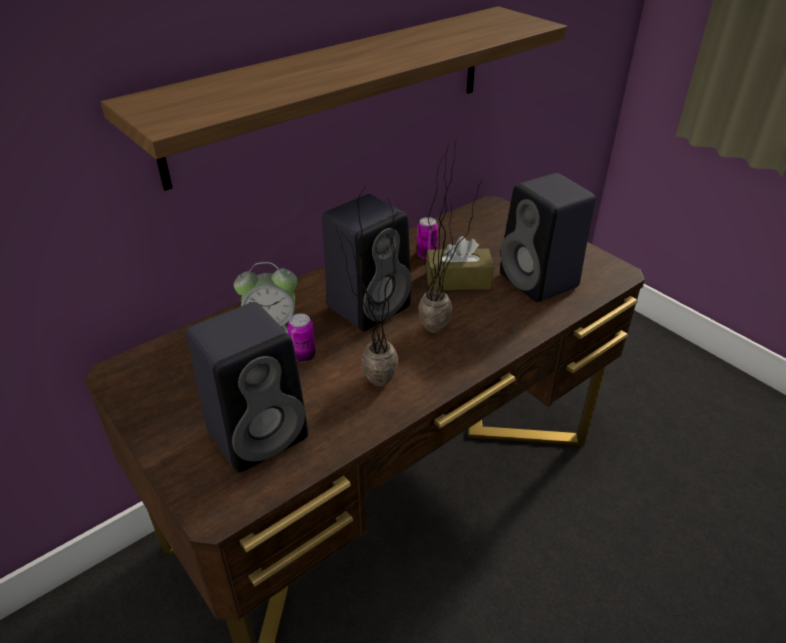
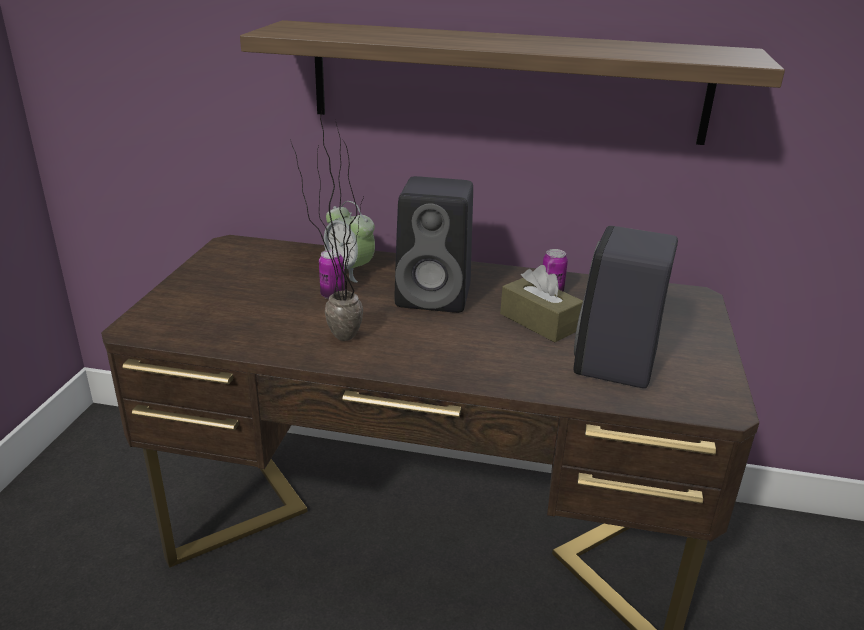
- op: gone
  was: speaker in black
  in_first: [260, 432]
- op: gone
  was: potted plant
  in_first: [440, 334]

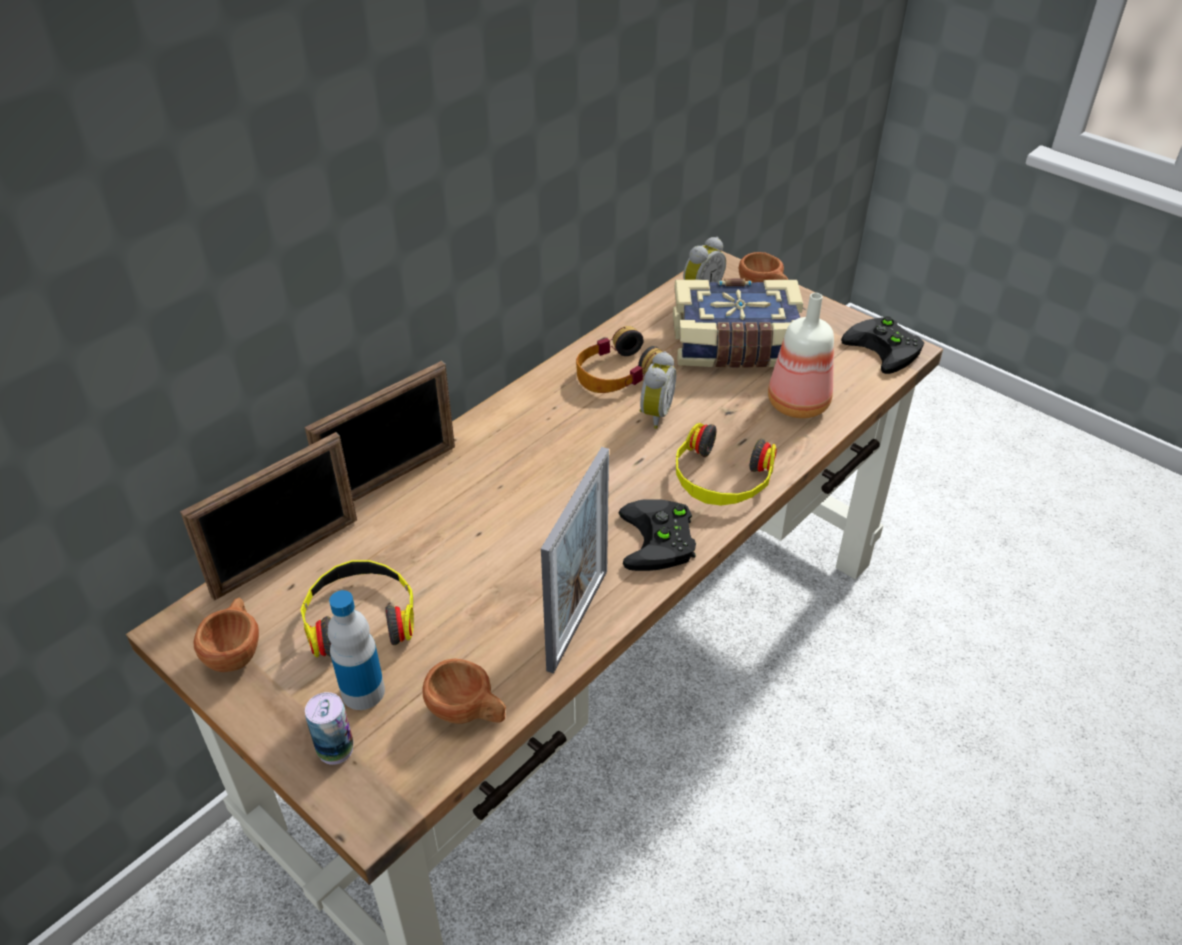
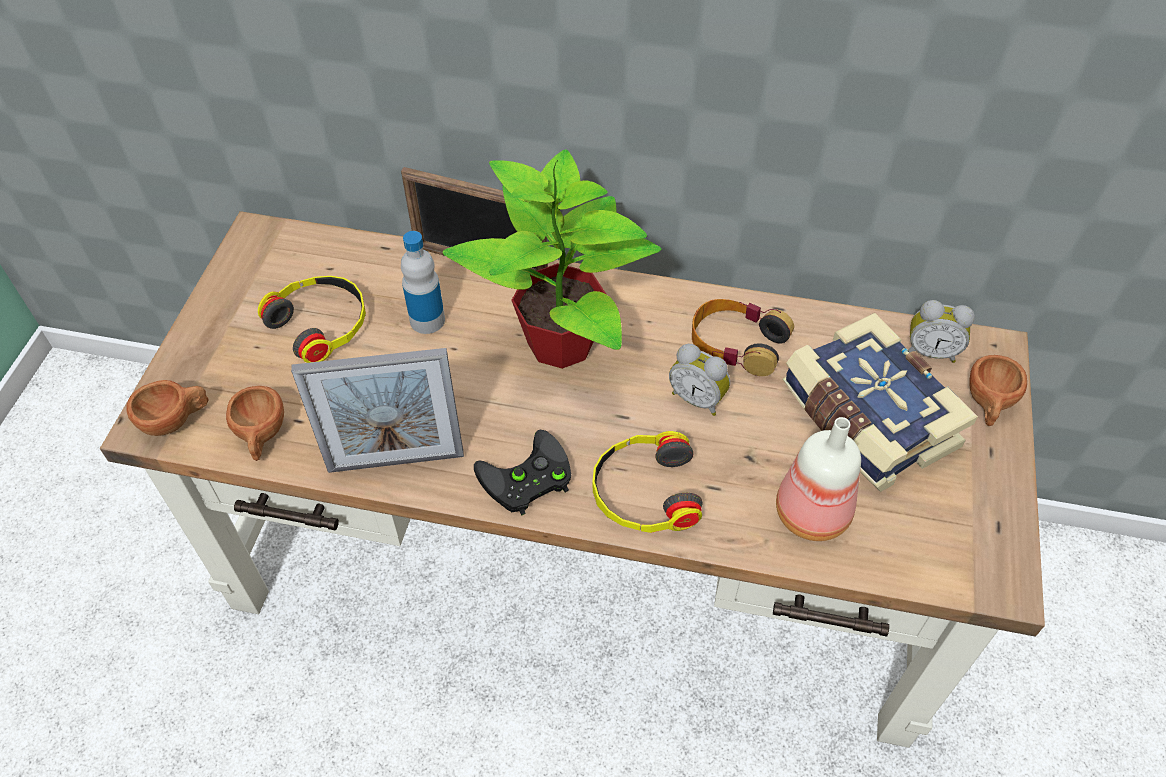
- op: shifted
  was: cup in brown
  in_first: [236, 650]
  in_second: [176, 420]
- op: shifted
  was: bottle
  in_first: [363, 692]
  in_second: [427, 320]
- op: new
  now: potted plant
  in_second: [563, 342]
- op: rotated
  was: alarm clock
  in_first: [653, 414]
  in_second: [698, 398]
  clockwise: 45
- op: gone
  was: picture frame
  in_first: [287, 557]
- op: gone
  was: can
  in_first: [335, 749]
- op: gone
  was: game controller in black
  in_first: [887, 349]

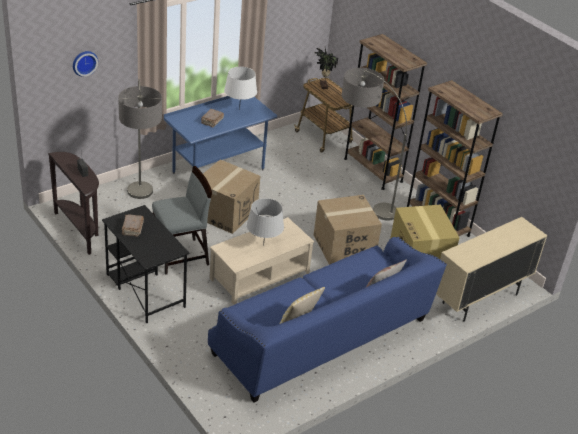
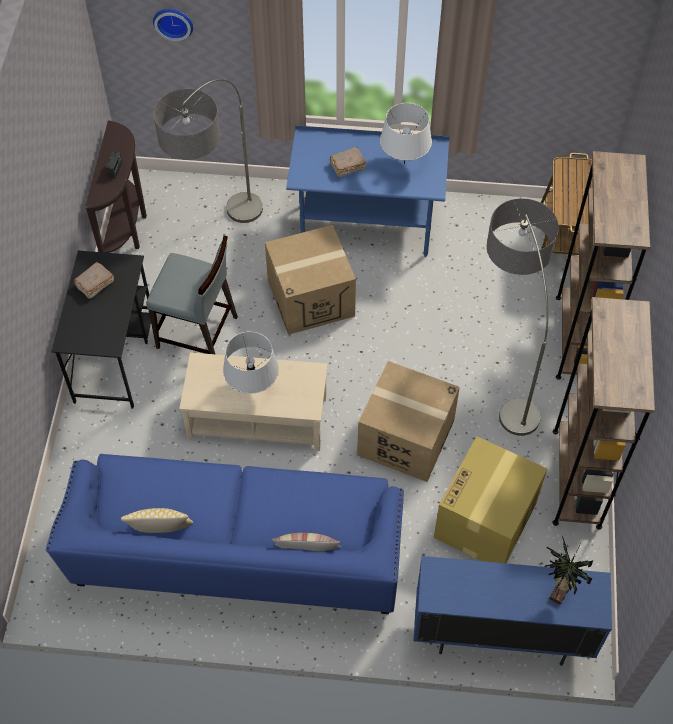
- op: repainted
  was: cabinet in beige
  now: cabinet in blue
  in_first: [480, 299]
  in_second: [500, 635]
- op: shifted
  was: potted plant
  in_first: [323, 86]
  in_second: [558, 591]

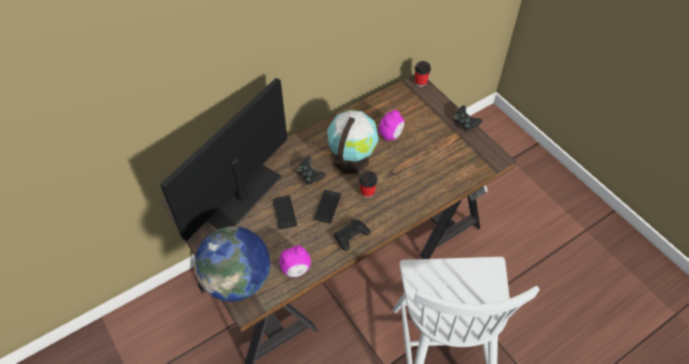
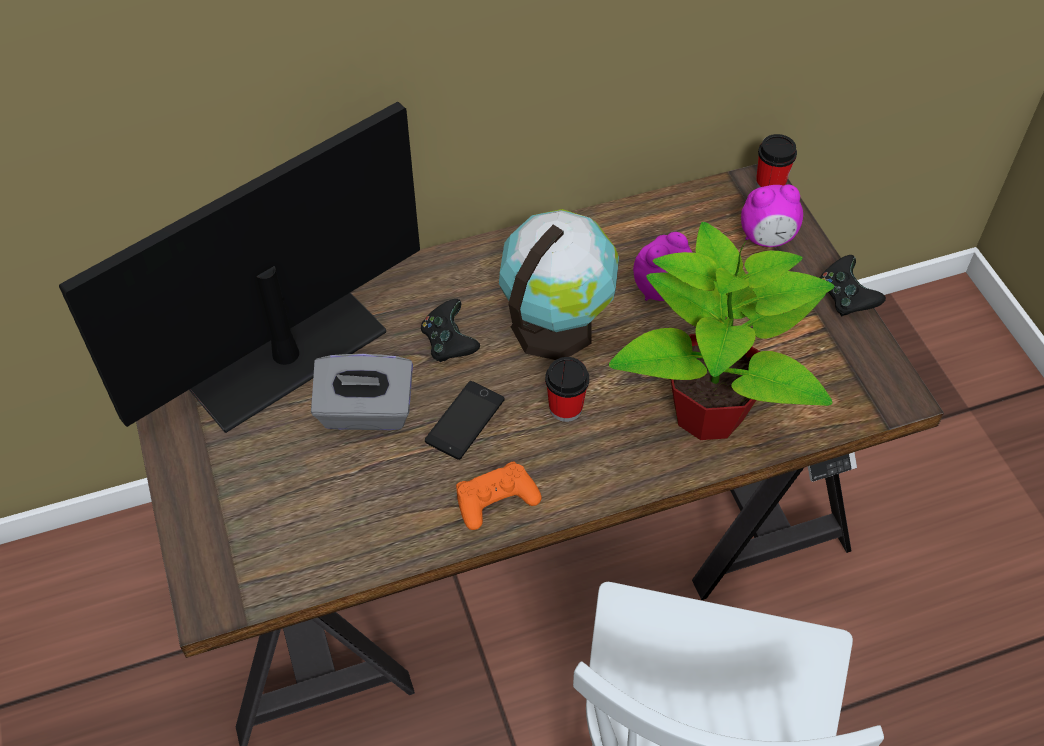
- op: swapped
  was: phone
  now: tissue box in grey
  in_first: [284, 212]
  in_second: [366, 412]
- op: repainted
  was: game controller in black
  now: game controller in orange
  in_first: [351, 236]
  in_second: [496, 499]
- op: new
  now: potted plant
  in_second: [710, 411]
- op: shifted
  was: alarm clock
  in_first: [296, 270]
  in_second: [767, 238]
- op: gone
  was: globe
  in_first: [238, 280]

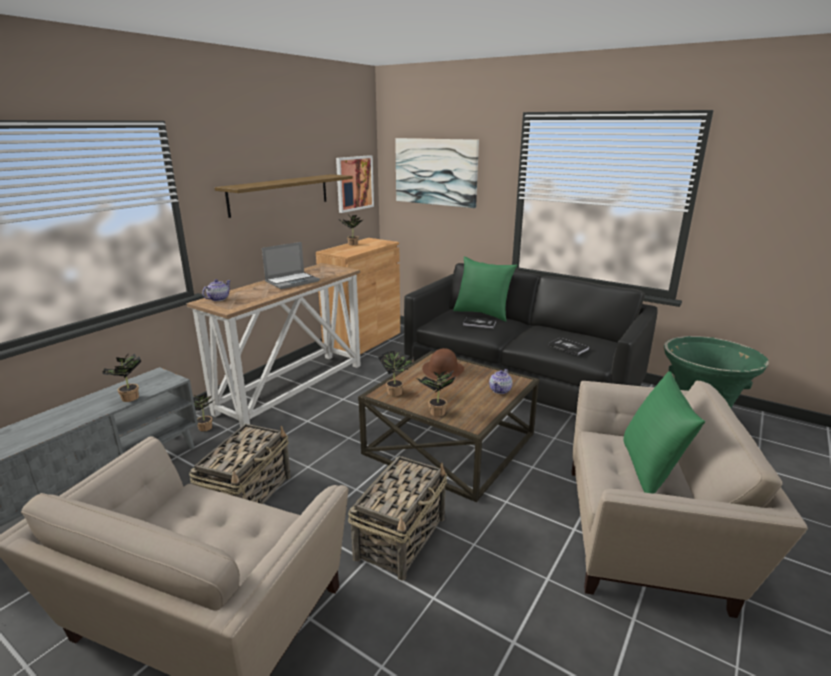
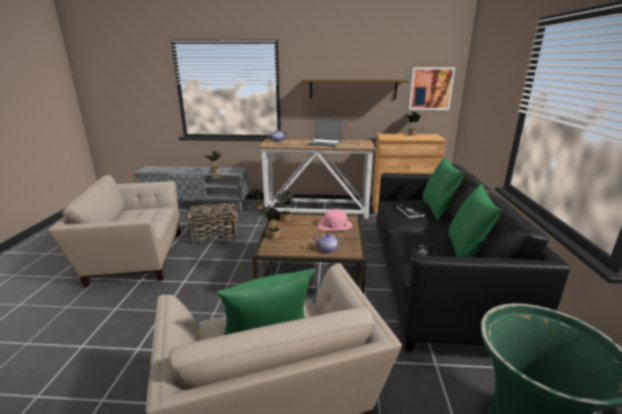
- op: repainted
  was: hat in brown
  now: hat in pink
  in_first: [443, 370]
  in_second: [334, 225]
- op: new
  now: pillow in green
  in_second: [466, 251]
- op: gone
  was: basket
  in_first: [401, 537]
- op: gone
  was: picture
  in_first: [435, 172]

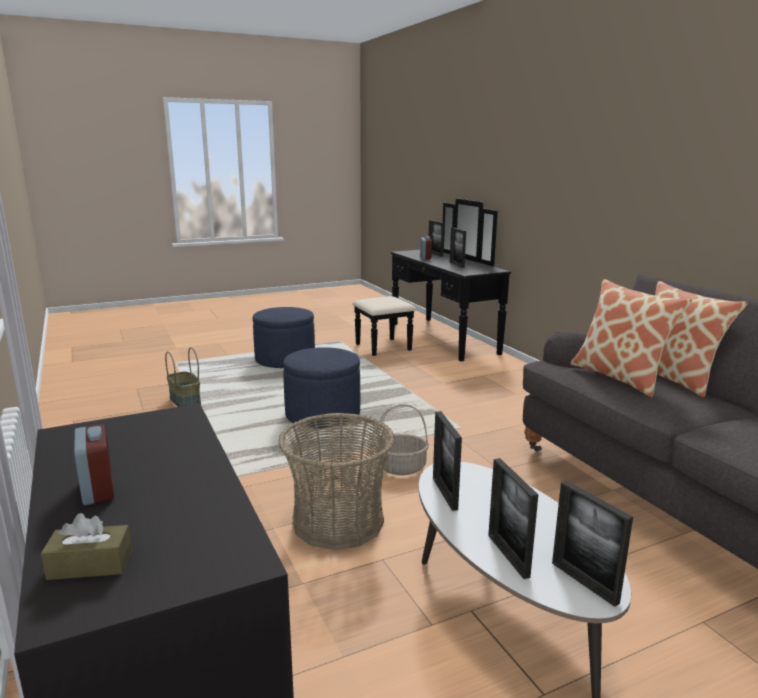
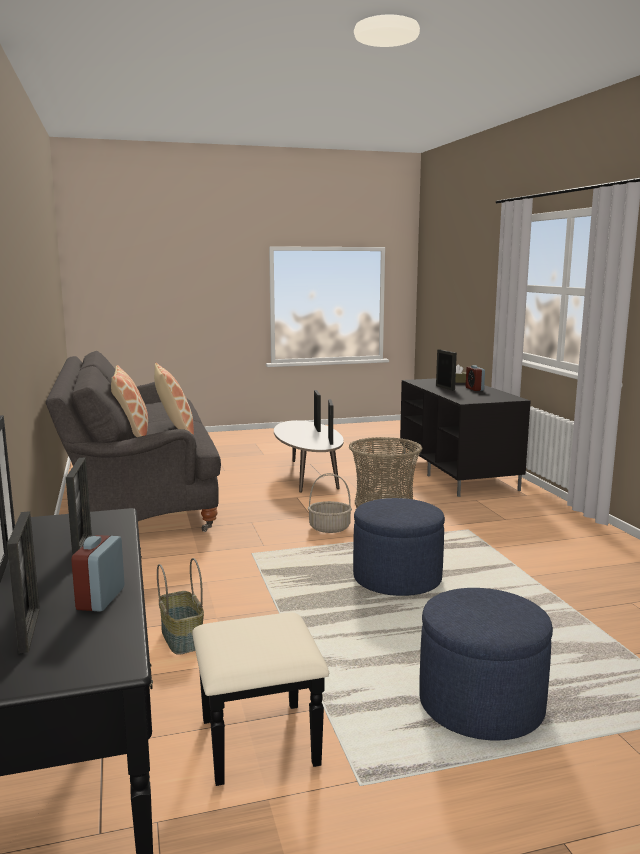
- op: shifted
  was: basket
  in_first: [184, 401]
  in_second: [183, 638]
- op: shifted
  was: picture frame
  in_first: [584, 582]
  in_second: [445, 388]

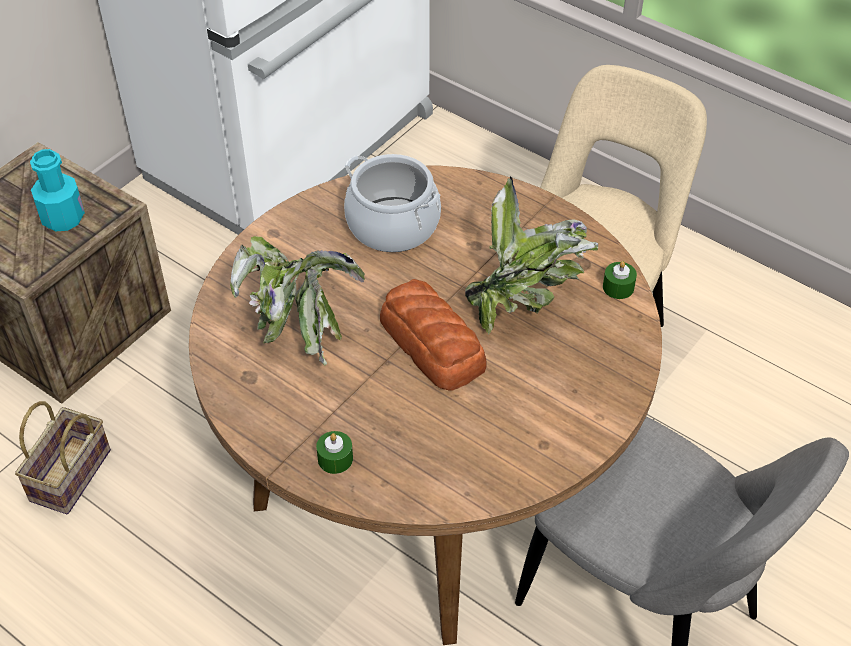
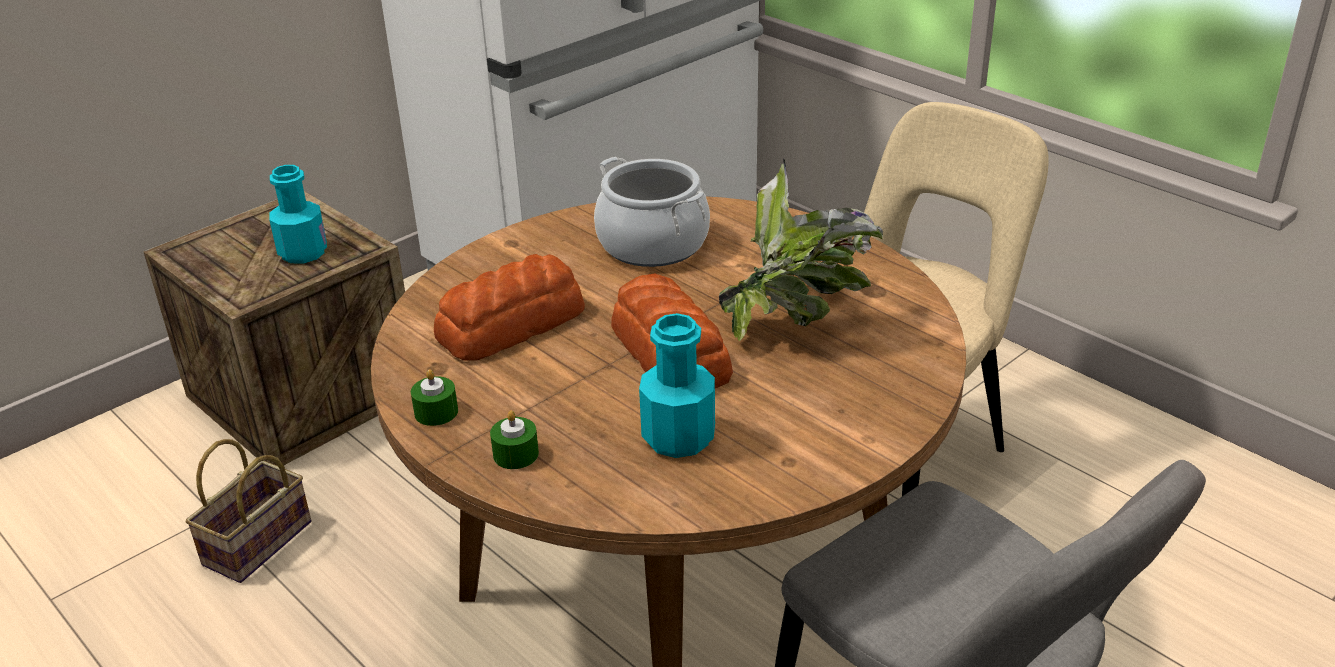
- op: shifted
  was: candle in green
  in_first: [618, 287]
  in_second: [436, 412]
- op: swapped
  was: potted plant
  now: bread
  in_first: [298, 325]
  in_second: [513, 324]
- op: new
  now: bottle in turquoise
  in_second: [678, 437]

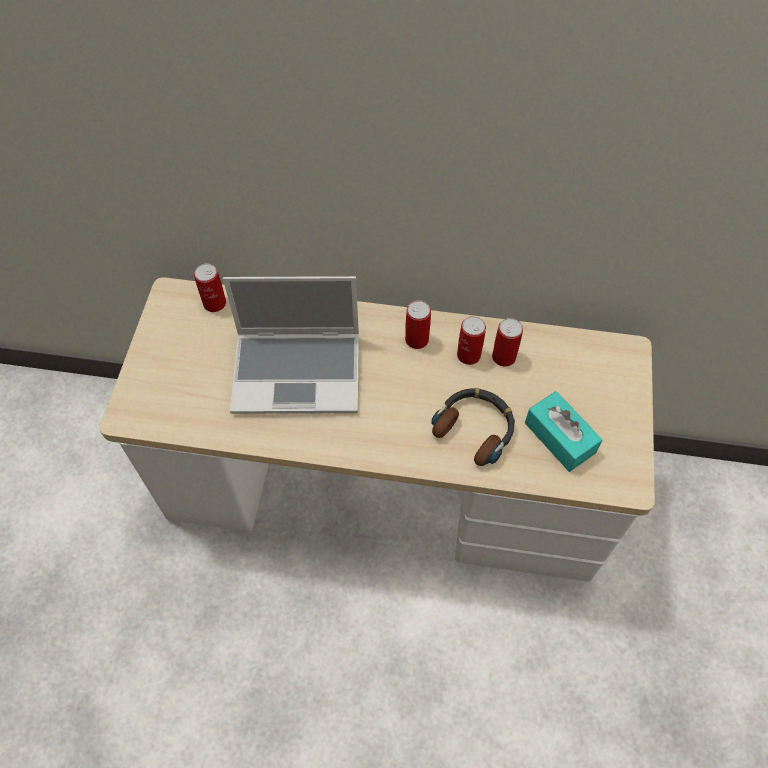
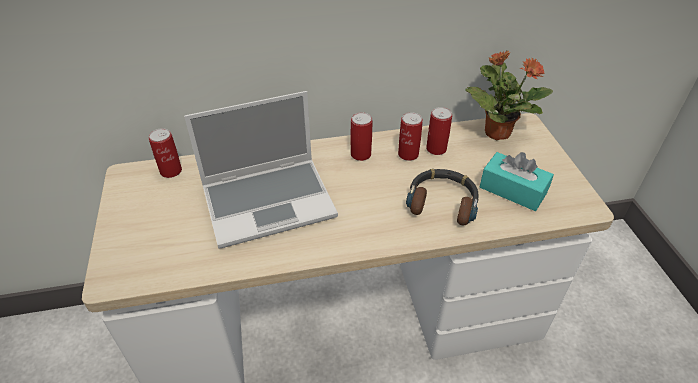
- op: new
  now: potted plant
  in_second: [496, 132]

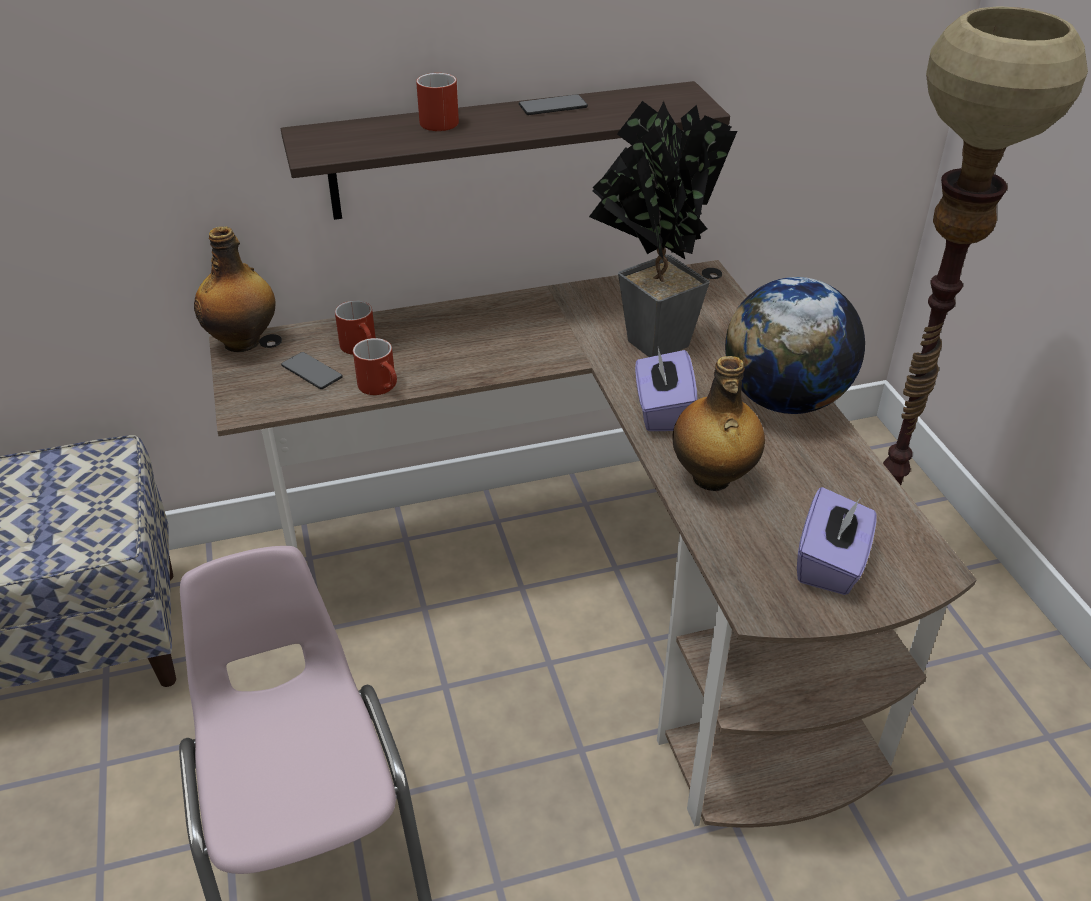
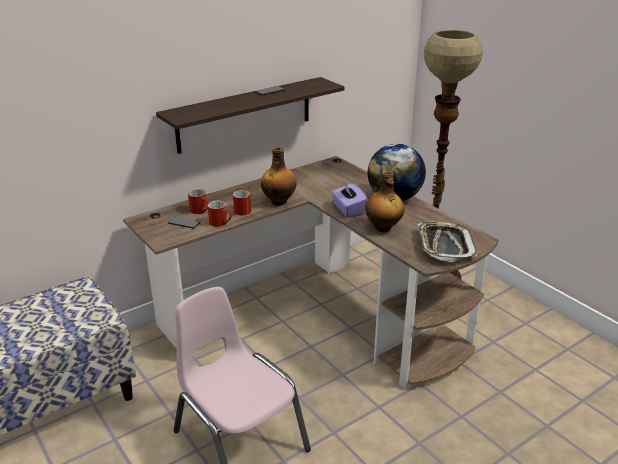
- op: shifted
  was: mug in red
  in_first: [440, 120]
  in_second: [241, 209]
- op: shifted
  was: bottle
  in_first: [243, 341]
  in_second: [279, 201]
- op: swapped
  was: tissue box in purple
  now: tray
  in_first: [831, 564]
  in_second: [445, 245]
- op: gone
  was: potted plant
  in_first: [647, 343]

